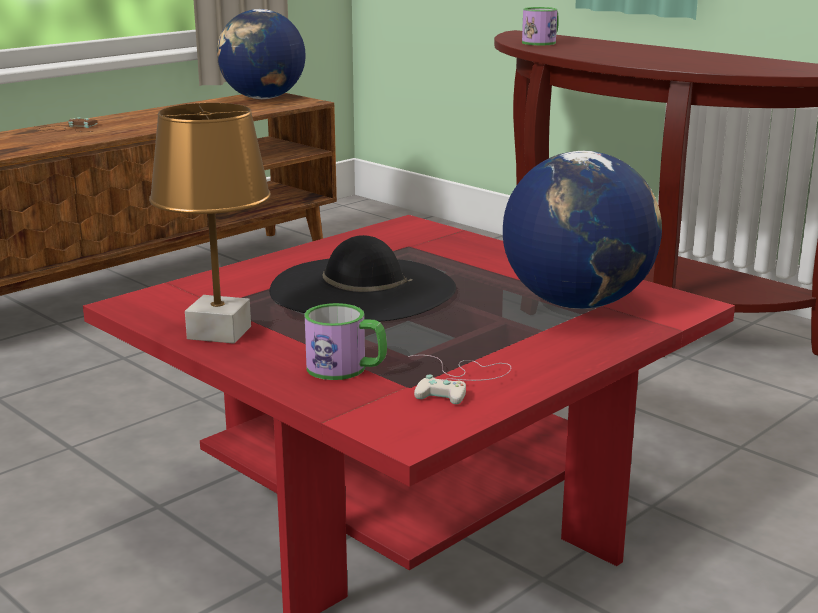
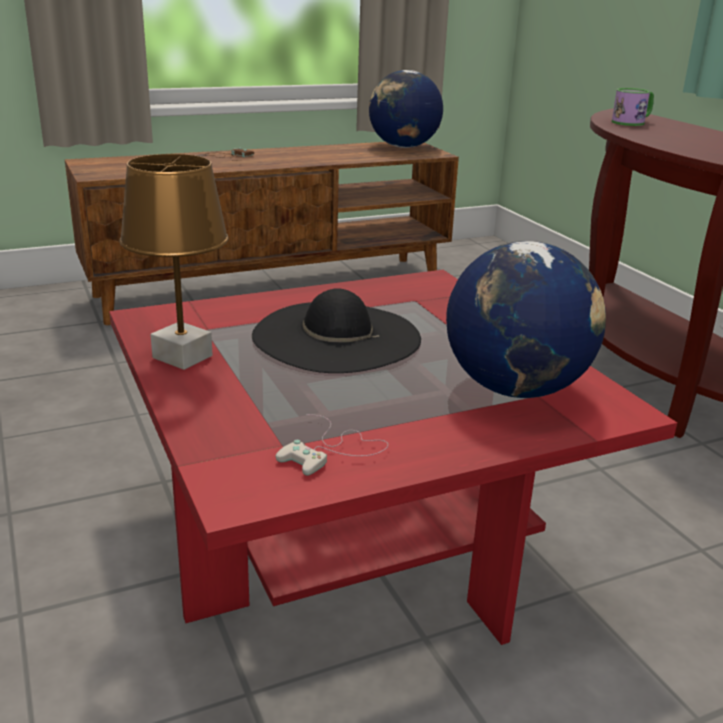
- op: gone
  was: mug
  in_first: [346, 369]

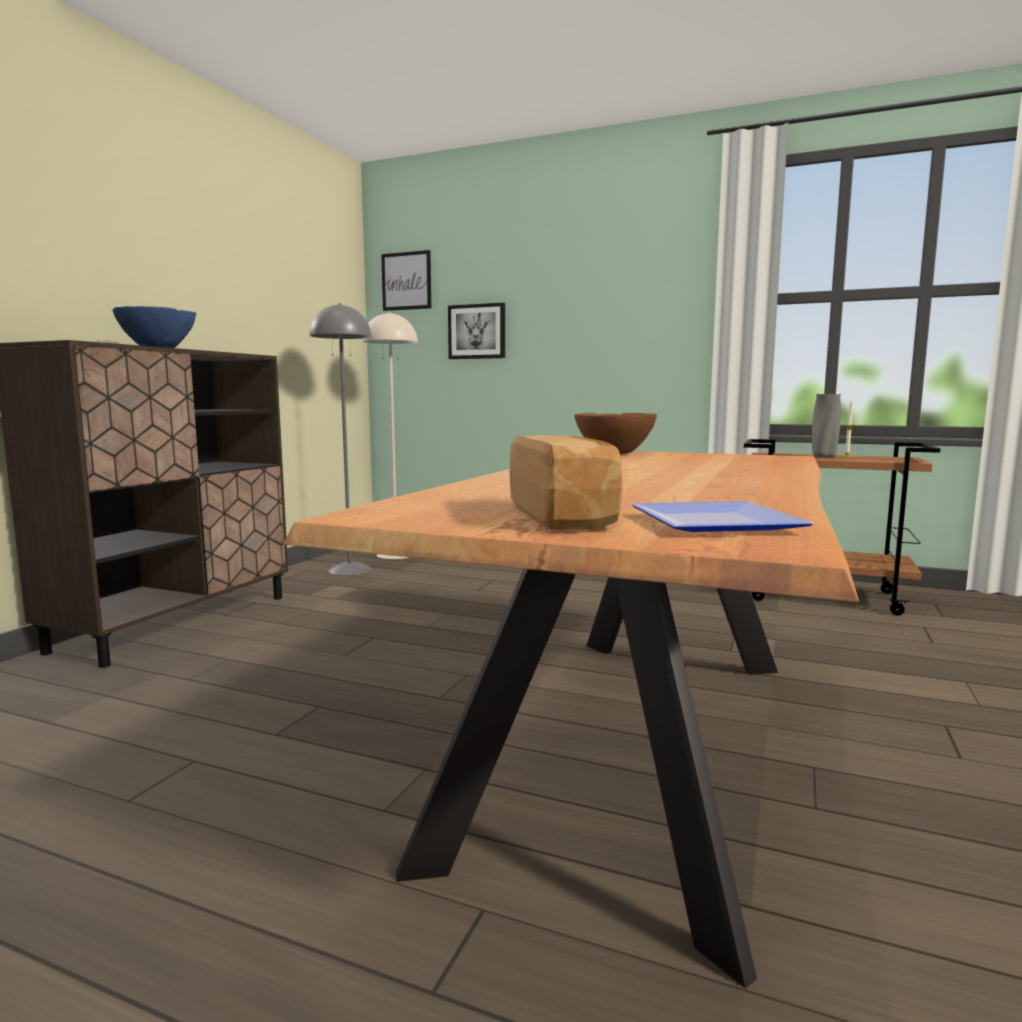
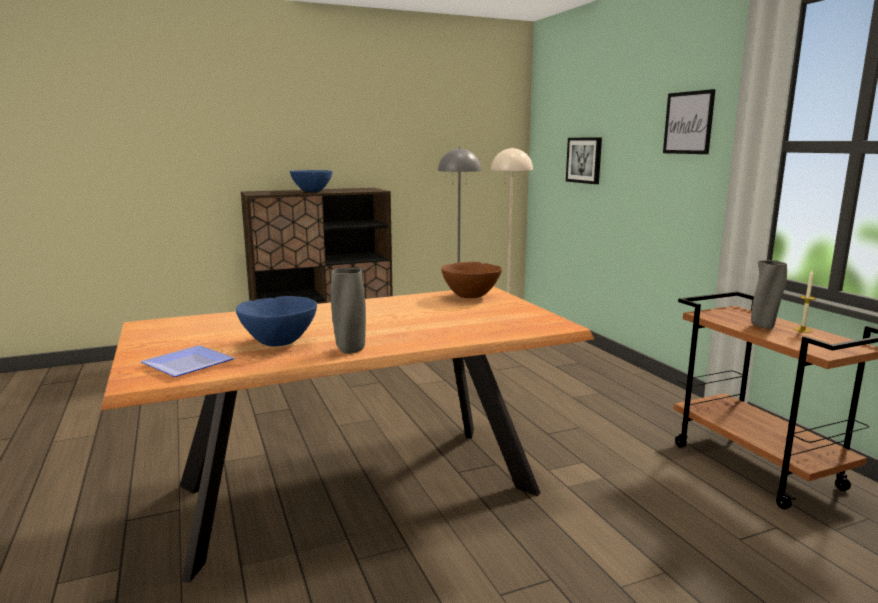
- op: new
  now: bowl in blue
  in_second: [279, 342]
- op: new
  now: vase in grey
  in_second: [350, 350]
- op: shifted
  was: picture
  in_first: [406, 281]
  in_second: [688, 123]
- op: gone
  was: bread
  in_first: [563, 516]

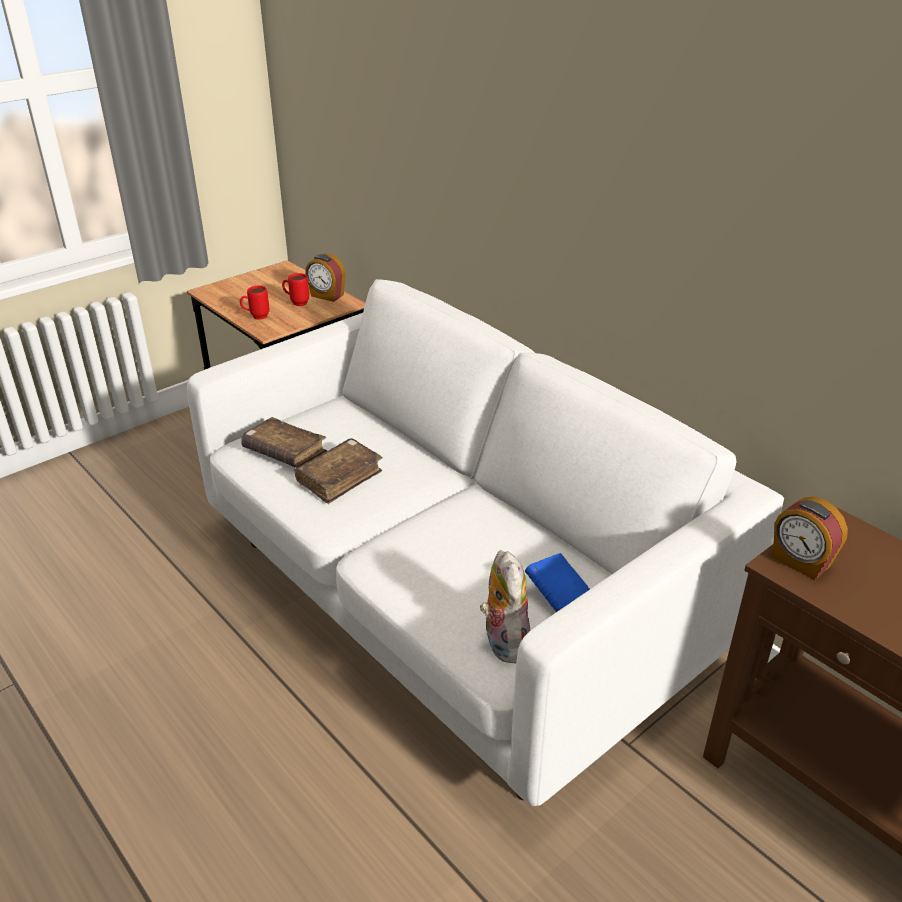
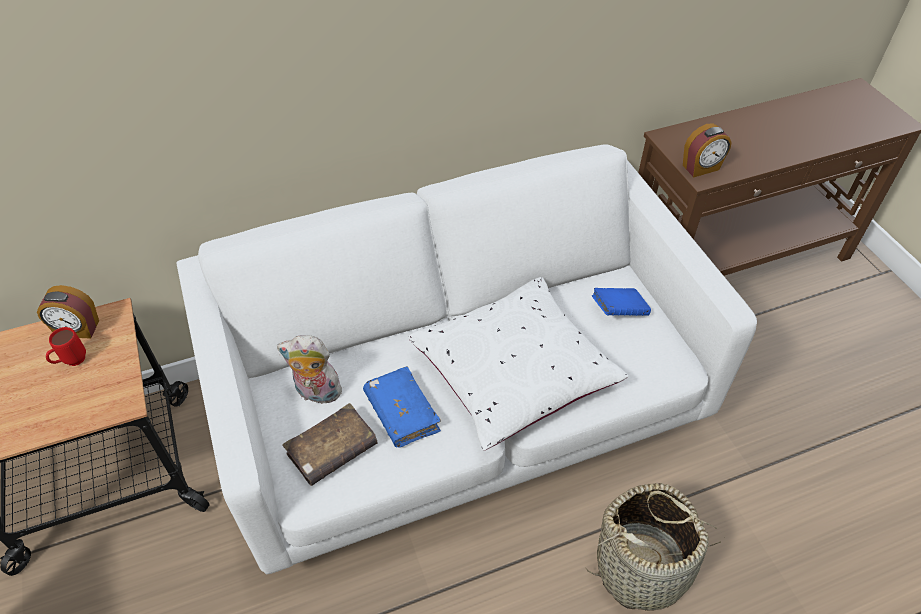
- op: rotated
  was: alarm clock
  in_first: [327, 296]
  in_second: [77, 329]
  clockwise: 45
- op: shifted
  was: plush toy
  in_first: [503, 641]
  in_second: [316, 393]
- op: repainted
  was: book in brown
  now: book in blue
  in_first: [339, 478]
  in_second: [402, 413]
- op: new
  now: pillow in white
  in_second: [513, 373]
- op: new
  now: basket
  in_second: [642, 567]
- op: gone
  was: mug in red
  in_first: [256, 317]

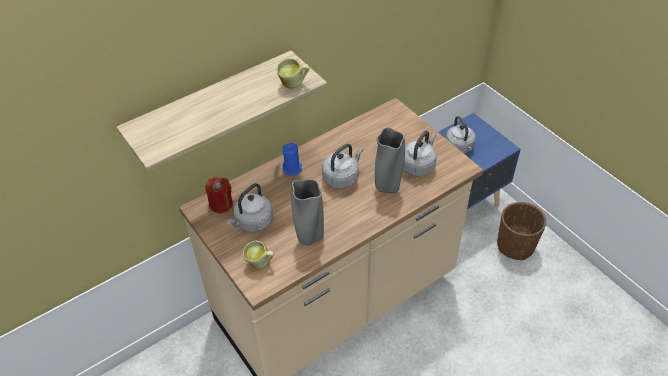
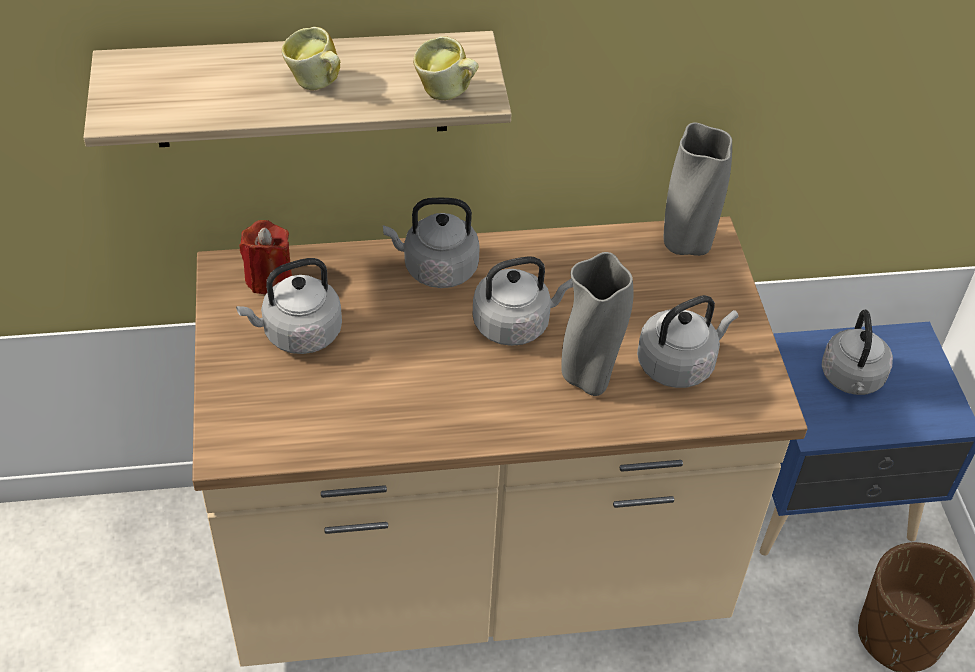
- op: shifted
  was: mug
  in_first: [260, 263]
  in_second: [316, 85]
- op: swapped
  was: candle in blue
  now: kettle in grey
  in_first: [292, 169]
  in_second: [436, 269]
- op: shifted
  was: vase in grey
  in_first: [309, 237]
  in_second: [685, 245]

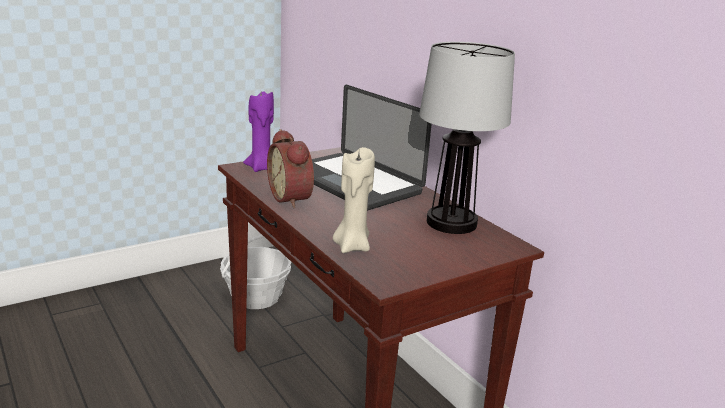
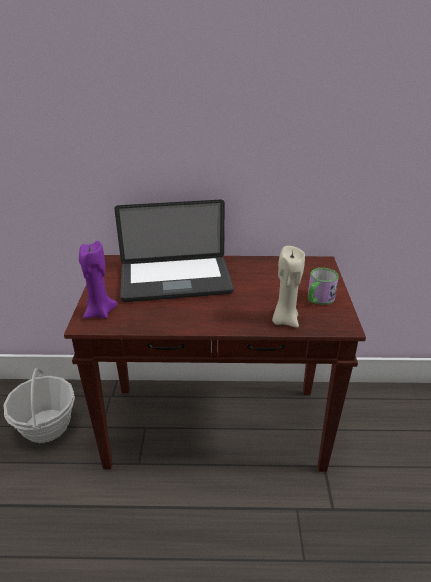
- op: new
  now: mug
  in_second: [318, 299]
- op: gone
  was: alarm clock
  in_first: [293, 198]
- op: gone
  was: table lamp
  in_first: [452, 223]

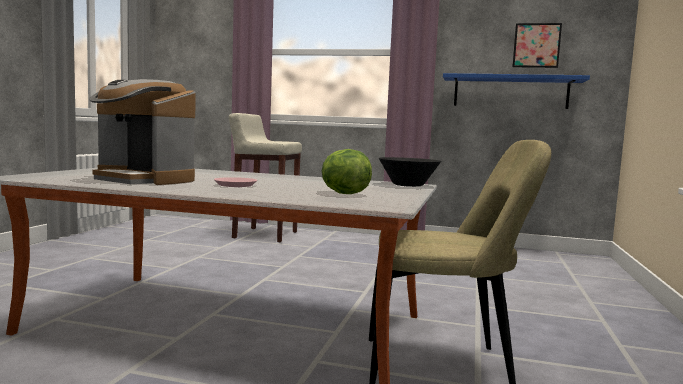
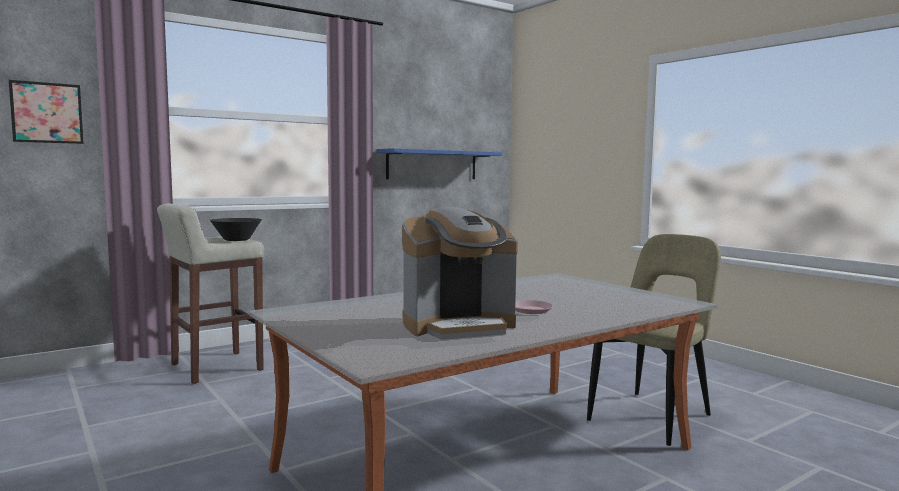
- op: shifted
  was: picture
  in_first: [536, 45]
  in_second: [47, 112]
- op: shifted
  was: bowl in black
  in_first: [408, 185]
  in_second: [236, 240]
- op: gone
  was: lettuce
  in_first: [343, 194]

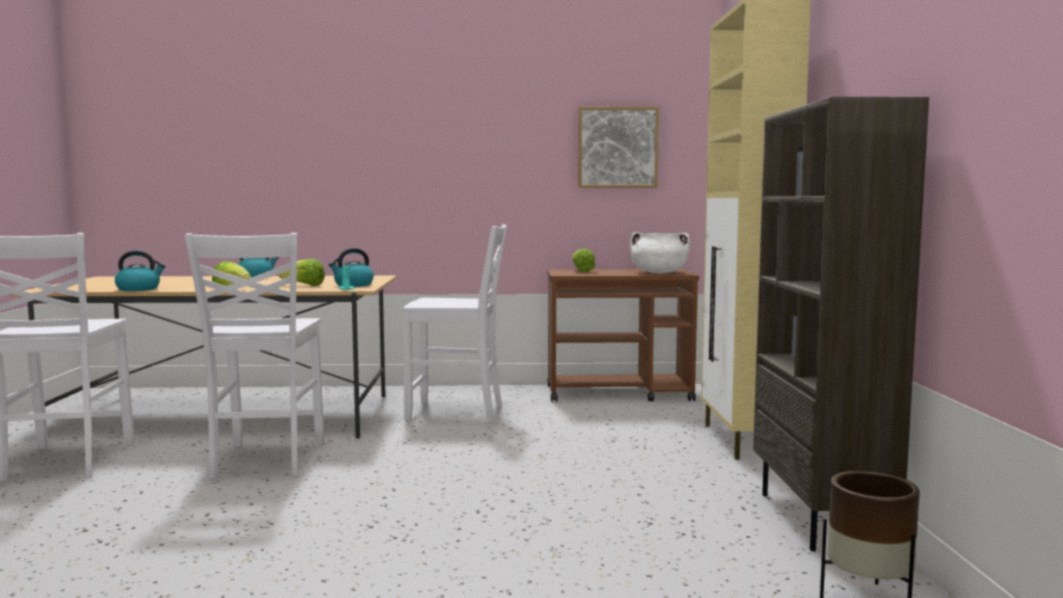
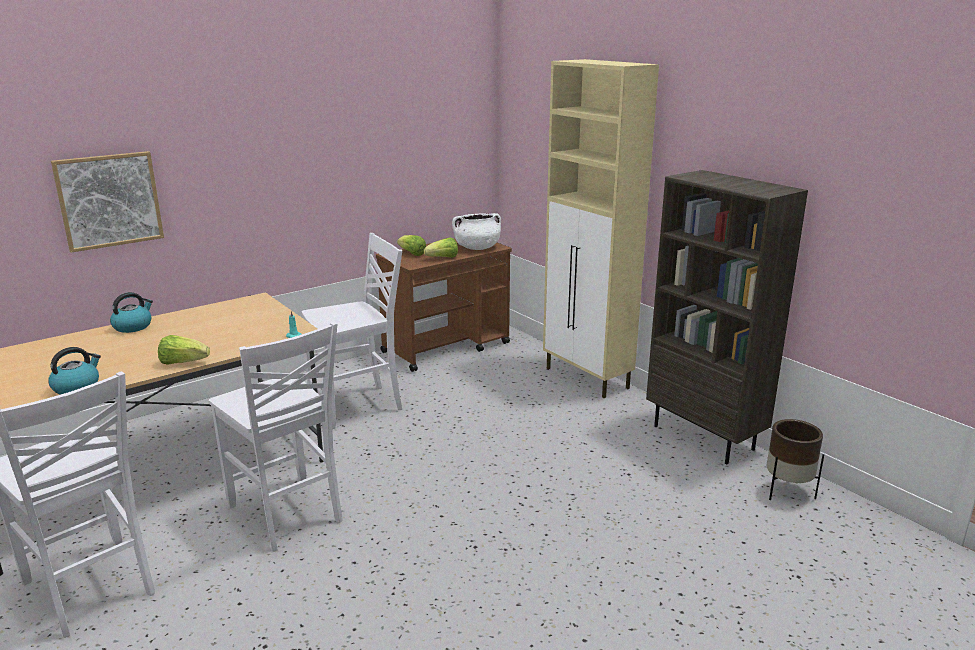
- op: shifted
  was: picture
  in_first: [617, 147]
  in_second: [109, 200]
- op: shifted
  was: lettuce
  in_first: [304, 285]
  in_second: [443, 258]
- op: gone
  was: kettle
  in_first: [353, 285]

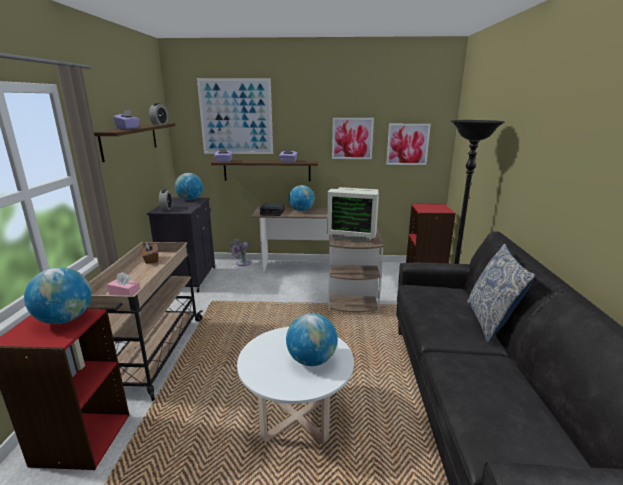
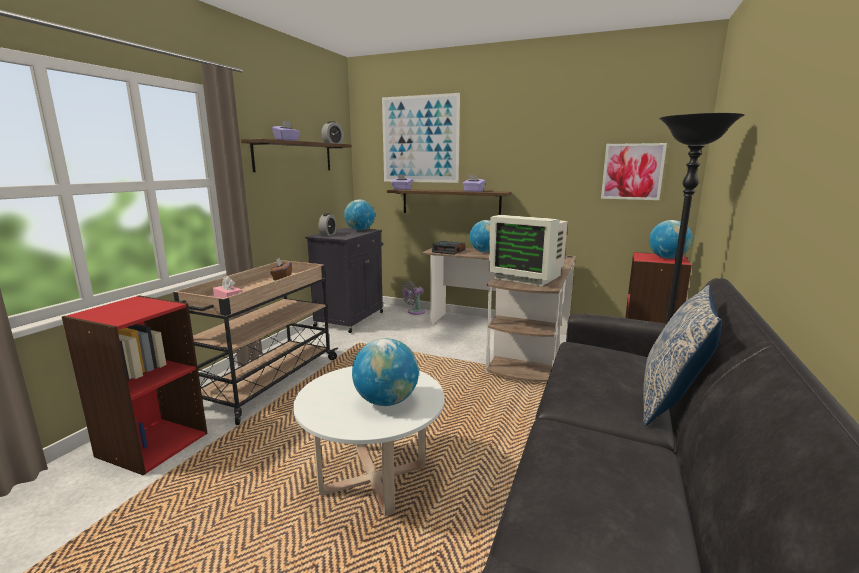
- op: shifted
  was: globe
  in_first: [65, 319]
  in_second: [667, 258]
- op: gone
  was: picture
  in_first: [352, 138]

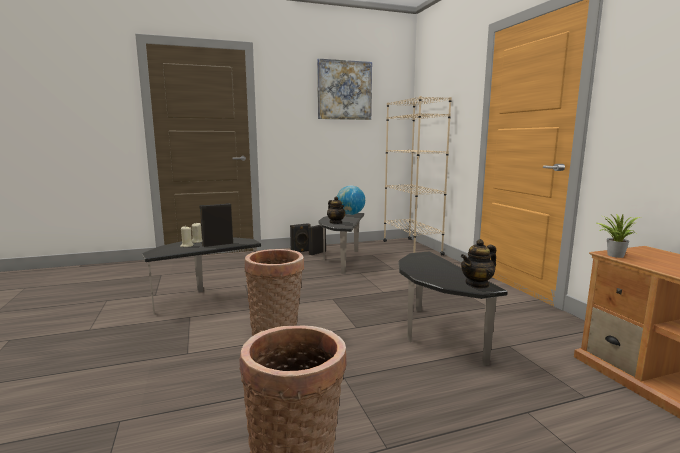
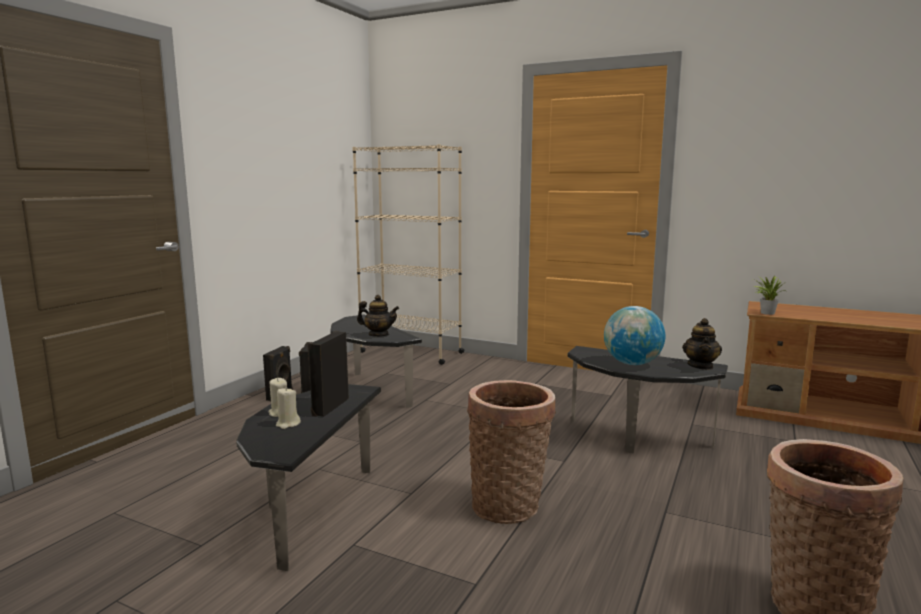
- op: shifted
  was: globe
  in_first: [350, 214]
  in_second: [632, 363]
- op: gone
  was: picture
  in_first: [344, 90]

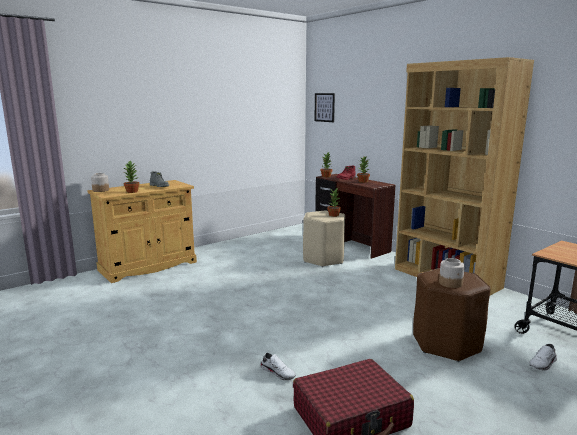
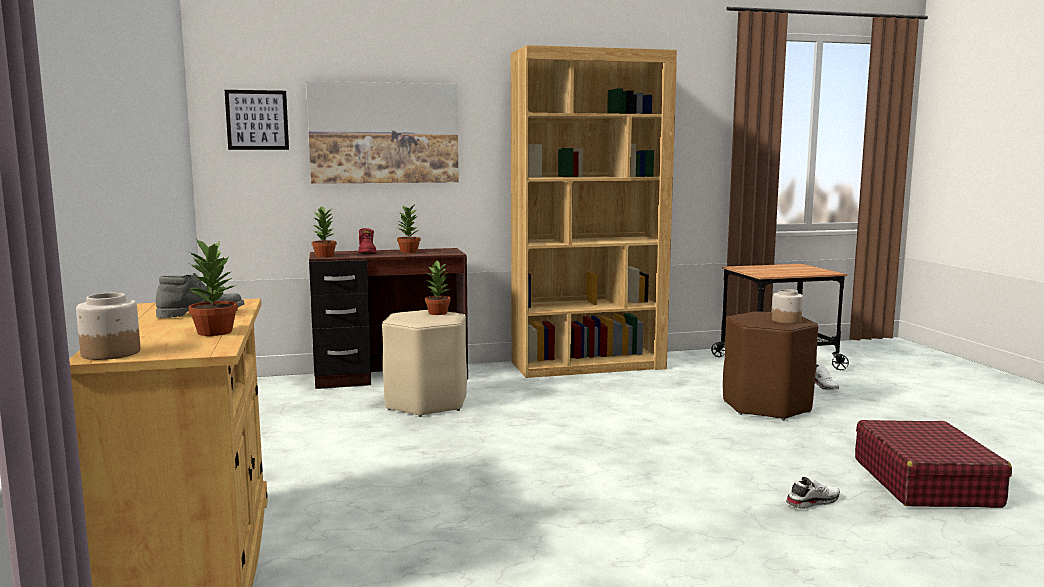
- op: new
  now: picture
  in_second: [384, 133]

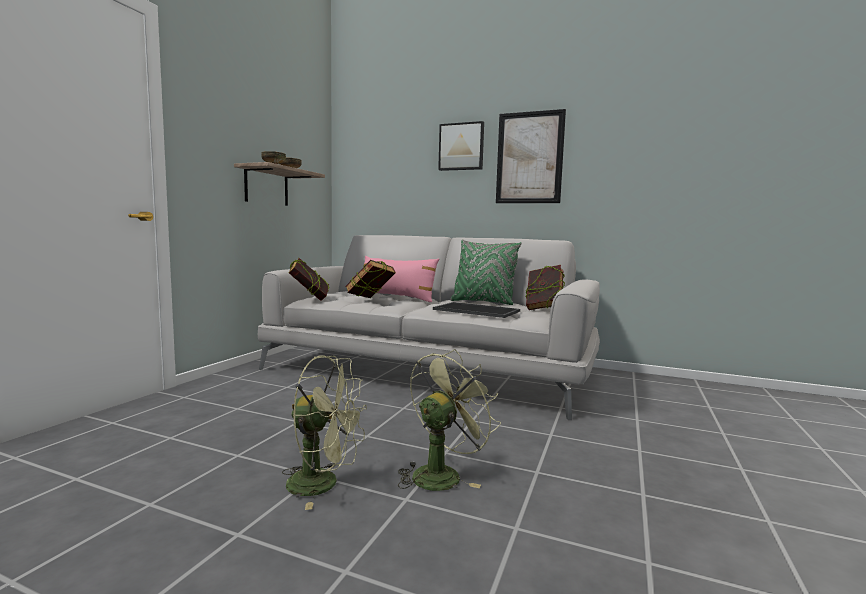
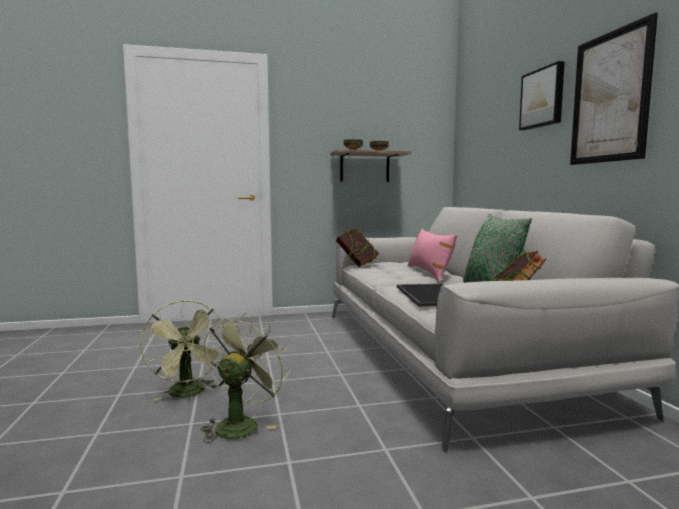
- op: rotated
  was: fan in green
  in_first: [442, 474]
  in_second: [240, 423]
  clockwise: -75
- op: gone
  was: book
  in_first: [370, 300]

